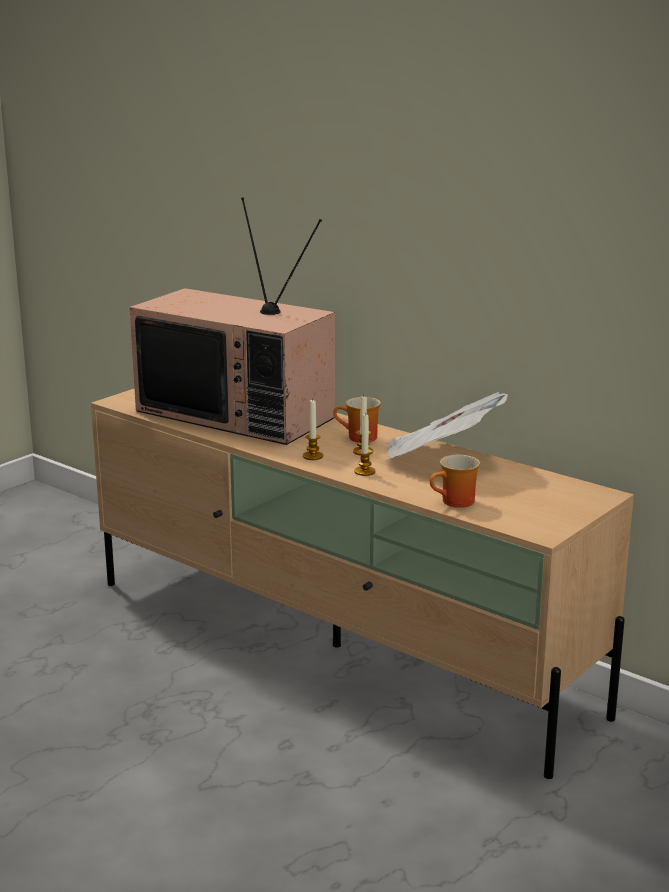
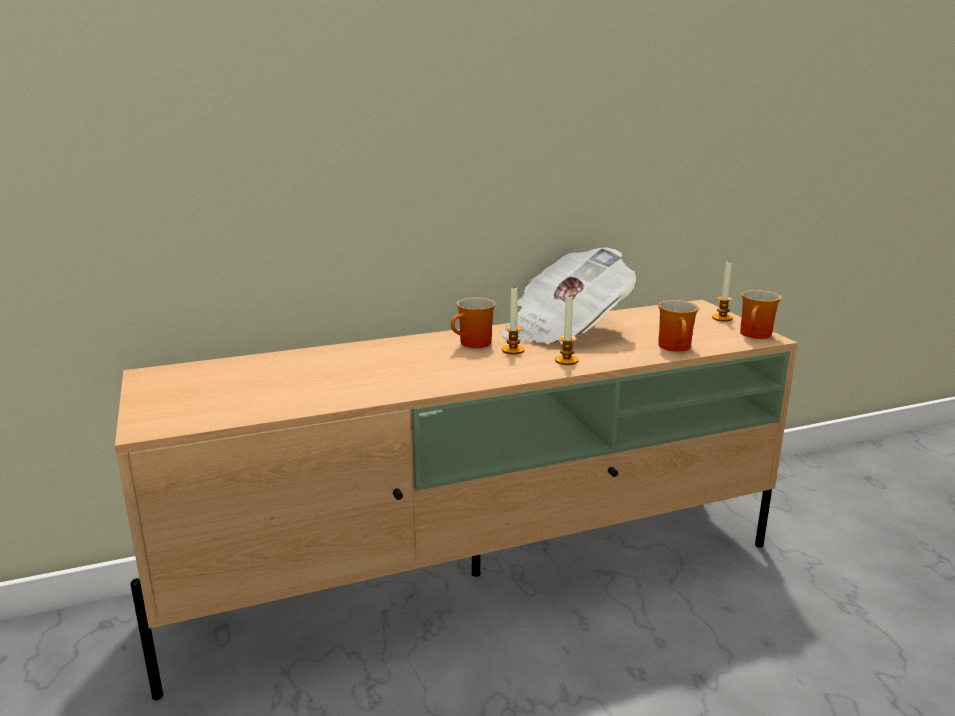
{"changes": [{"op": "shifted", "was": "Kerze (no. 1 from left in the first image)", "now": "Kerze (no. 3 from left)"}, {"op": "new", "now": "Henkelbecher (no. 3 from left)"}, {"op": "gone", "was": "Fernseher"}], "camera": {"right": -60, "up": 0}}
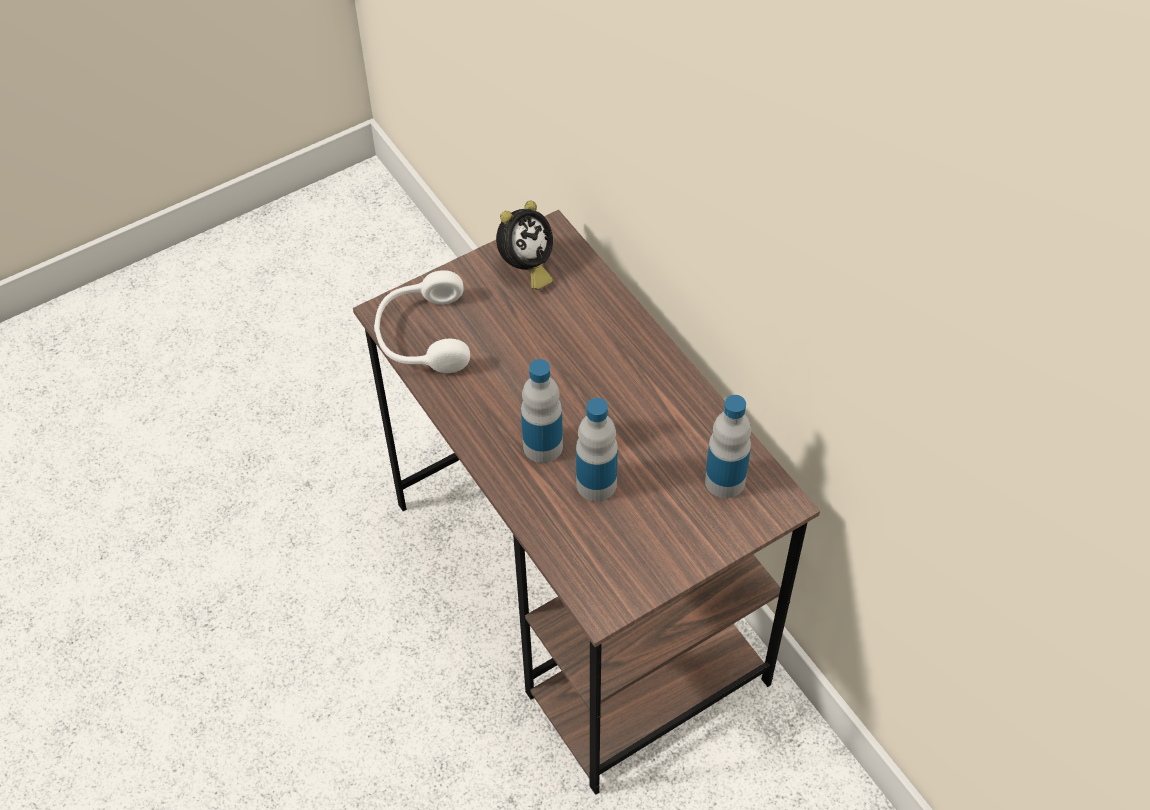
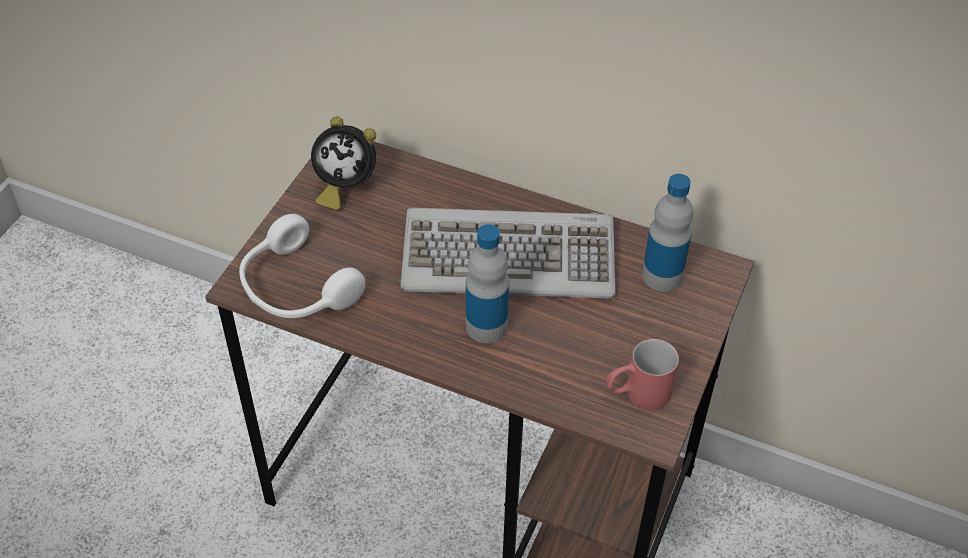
{"changes": [{"op": "rotated", "was": "Wecker", "clockwise": 90}, {"op": "new", "now": "Tastatur"}, {"op": "new", "now": "Henkelbecher/rot"}, {"op": "gone", "was": "Flasche (no. 2 from left)"}], "camera": {"right": -35, "up": -5}}
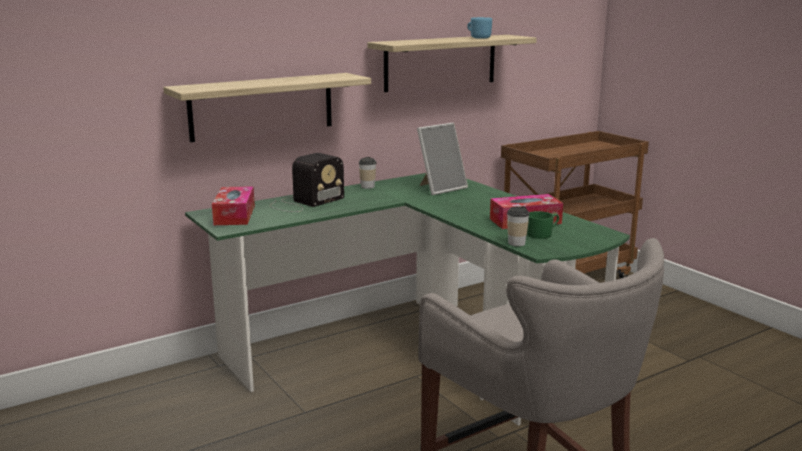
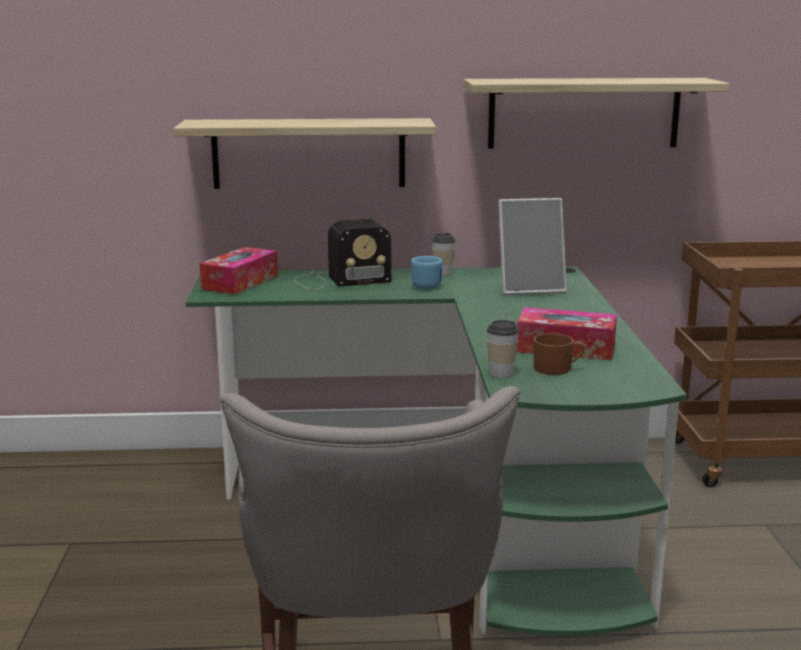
{"changes": [{"op": "shifted", "was": "Henkelbecher/blau"}, {"op": "repainted", "was": "Henkelbecher/grün", "now": "Henkelbecher/braun"}], "camera": {"right": 30, "up": 0}}
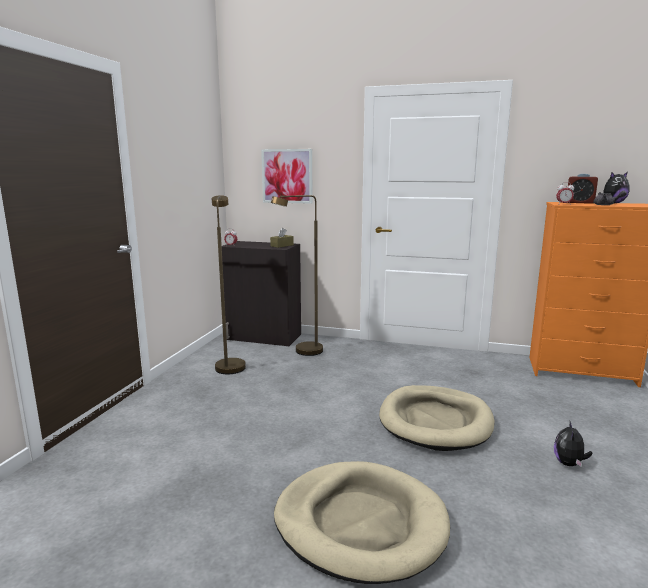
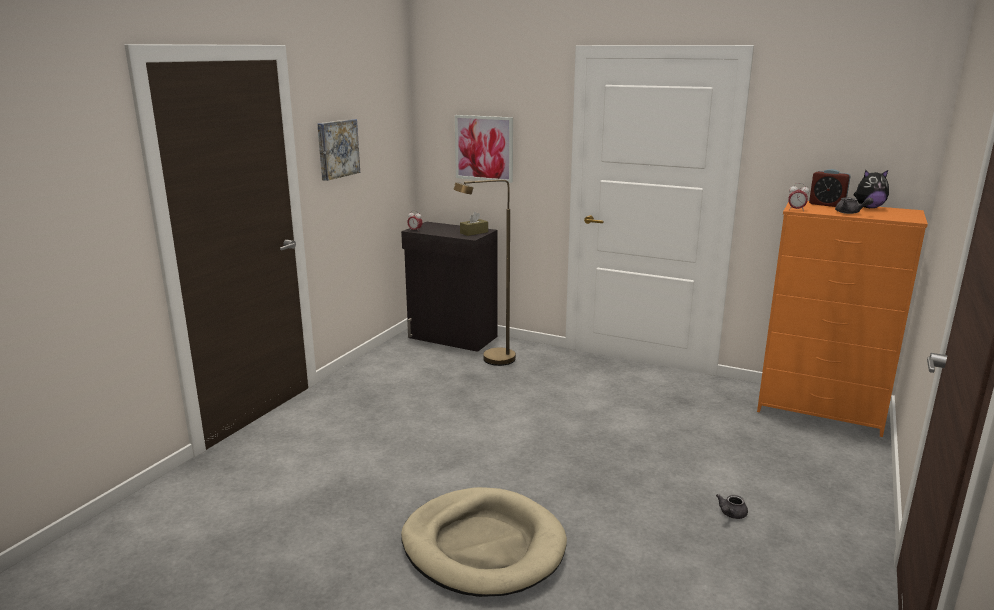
{"changes": [{"op": "new", "now": "Bild (no. 1 from left)"}, {"op": "swapped", "was": "Plüschtier (no. 1 from left)", "now": "Teekanne/grau (no. 1 from left)"}, {"op": "gone", "was": "Stehlampe/braun (no. 1 from left)"}, {"op": "gone", "was": "Hundebett/beige (no. 2 from left)"}], "camera": {"right": 10, "up": 5}}
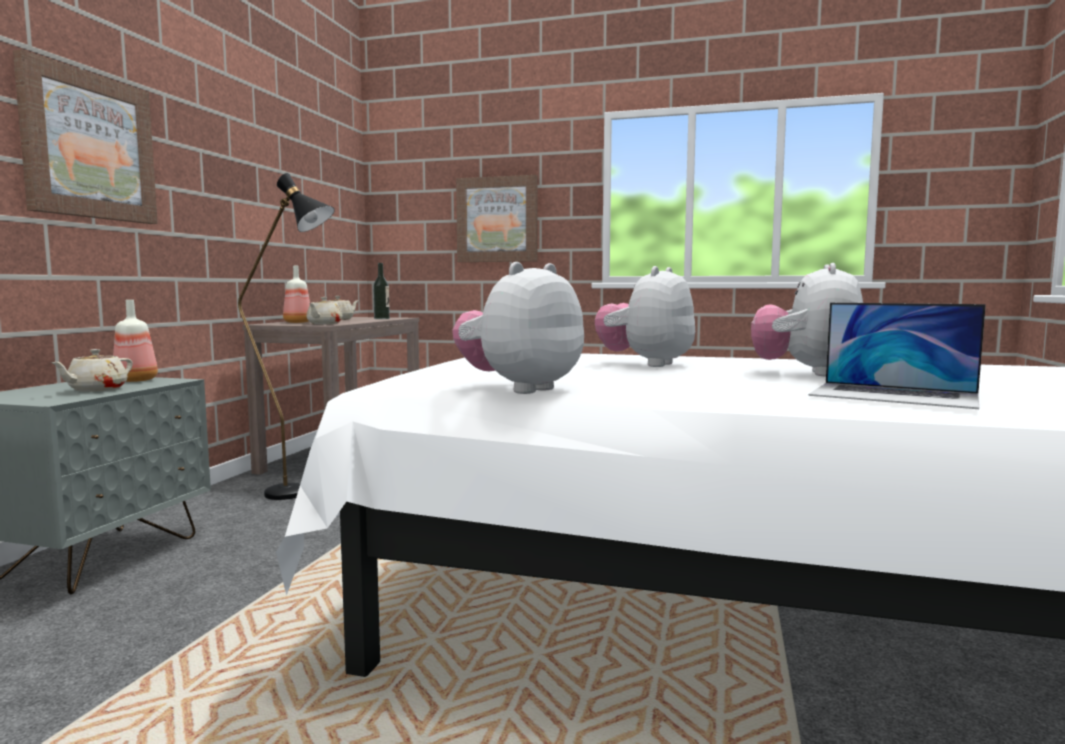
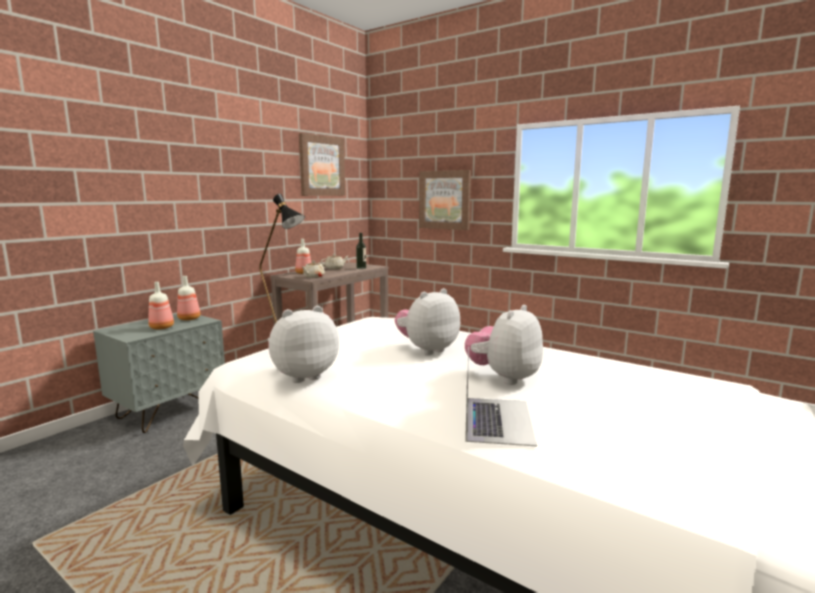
{"changes": [{"op": "swapped", "was": "Teekanne/beige (no. 1 from left)", "now": "Flasche (no. 1 from left)"}, {"op": "shifted", "was": "Bild (no. 1 from left)"}, {"op": "rotated", "was": "Laptop", "clockwise": -135}], "camera": {"right": 20, "up": 5}}
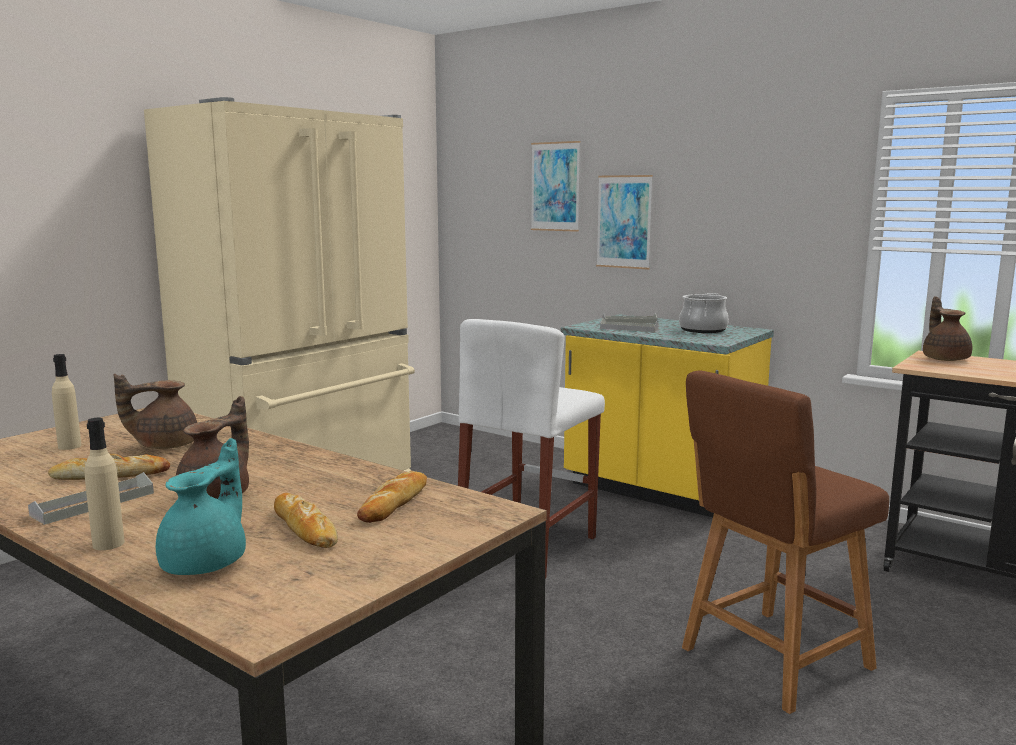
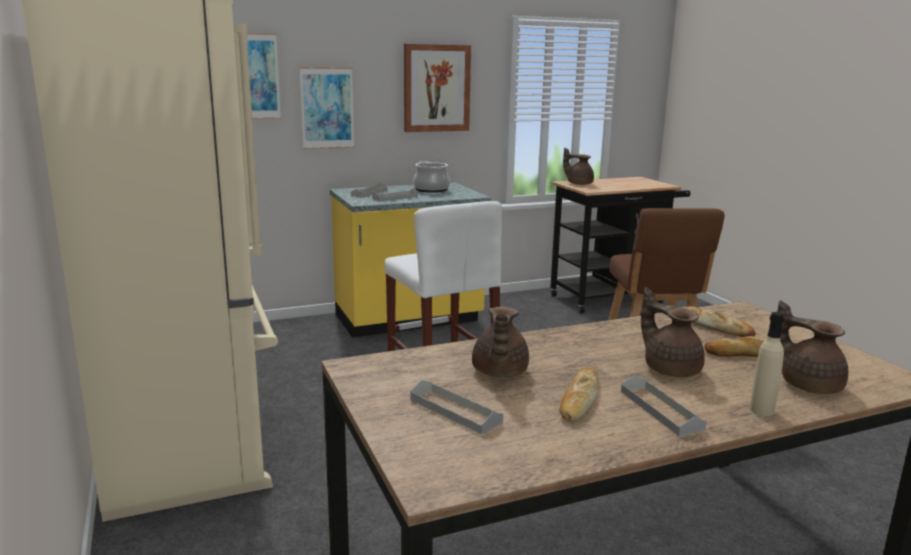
{"changes": [{"op": "new", "now": "Bild (no. 3 from left)"}, {"op": "swapped", "was": "Flasche/beige (no. 1 from left)", "now": "Tablett/grau (no. 3 from left)"}, {"op": "repainted", "was": "Teekanne/türkis", "now": "Teekanne/braun (no. 4 from left)"}], "camera": {"right": -60, "up": 5}}
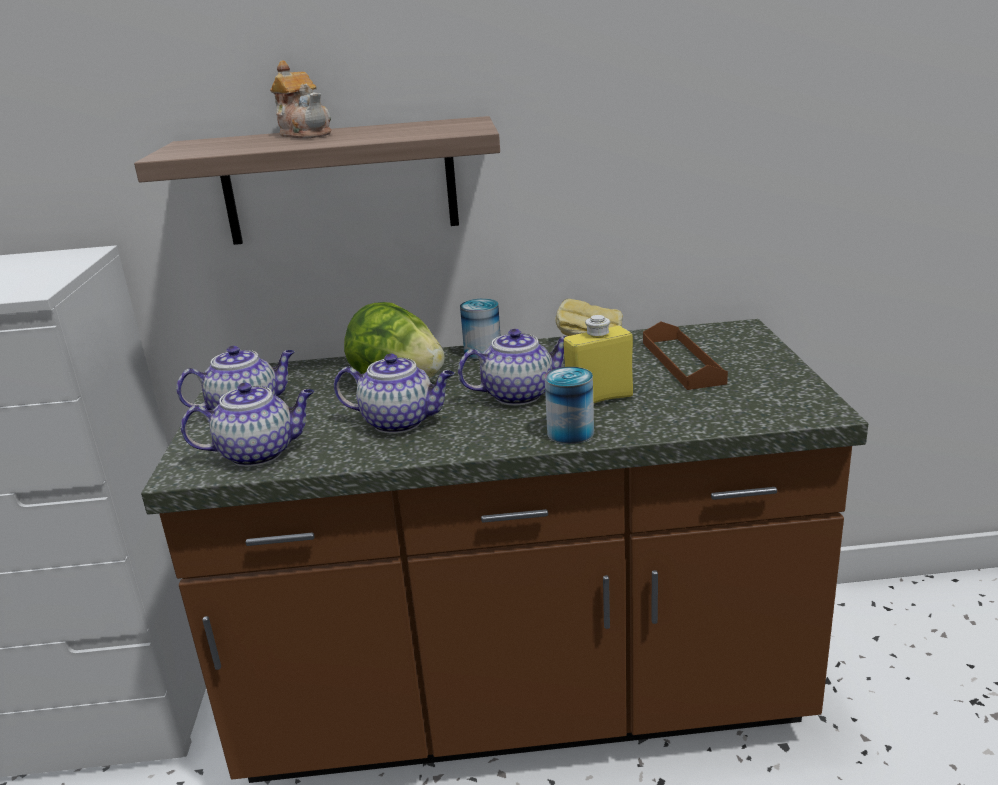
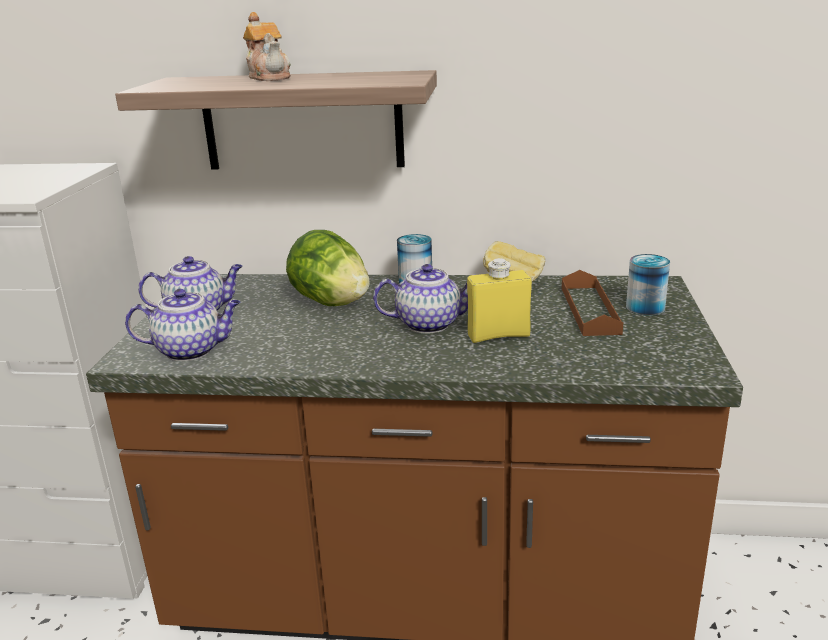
{"changes": [{"op": "shifted", "was": "Dose (no. 2 from left)"}, {"op": "gone", "was": "Teekanne (no. 4 from left)"}], "camera": {"right": 10, "up": 0}}
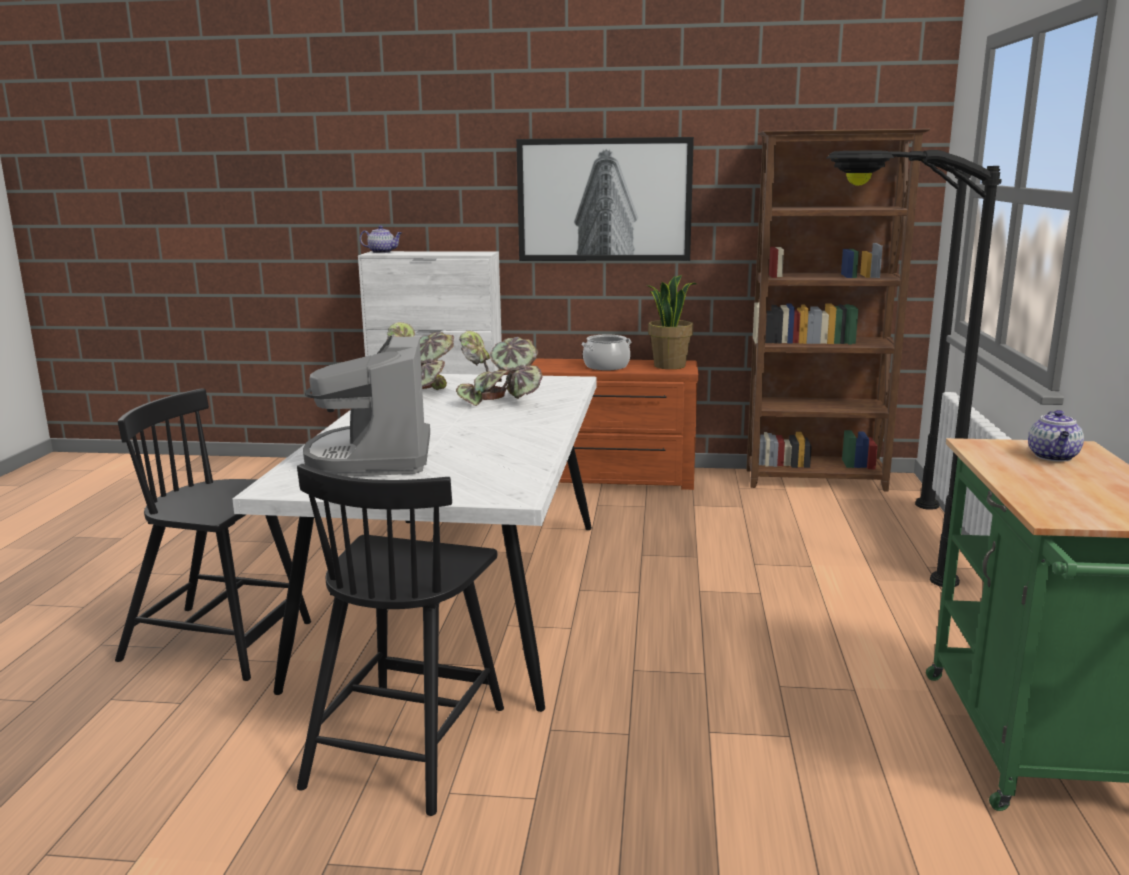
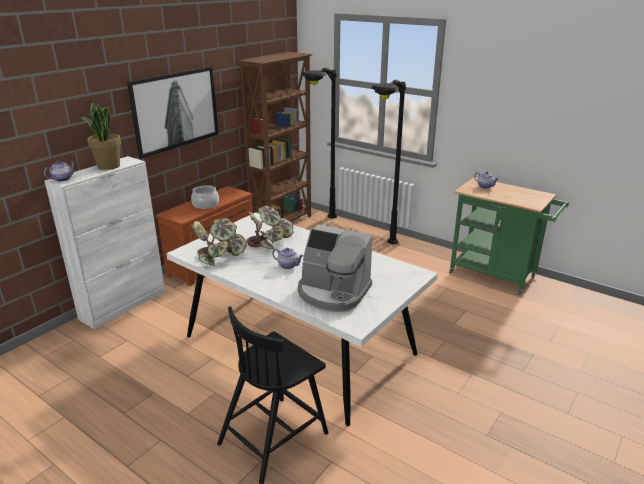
{"changes": [{"op": "shifted", "was": "Topfpflanze (no. 3 from left in the first image)", "now": "Topfpflanze (no. 1 from left)"}, {"op": "new", "now": "Teekanne (no. 2 from left)"}, {"op": "gone", "was": "Stuhl/schwarz (no. 2 from left)"}], "camera": {"right": -60, "up": 10}}
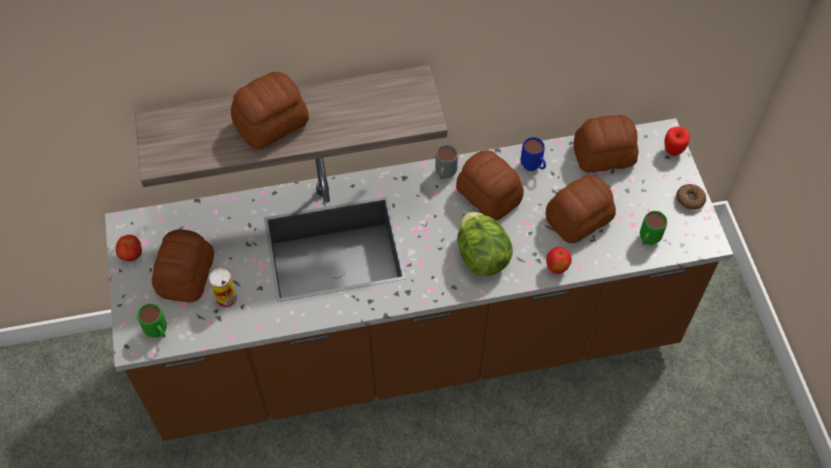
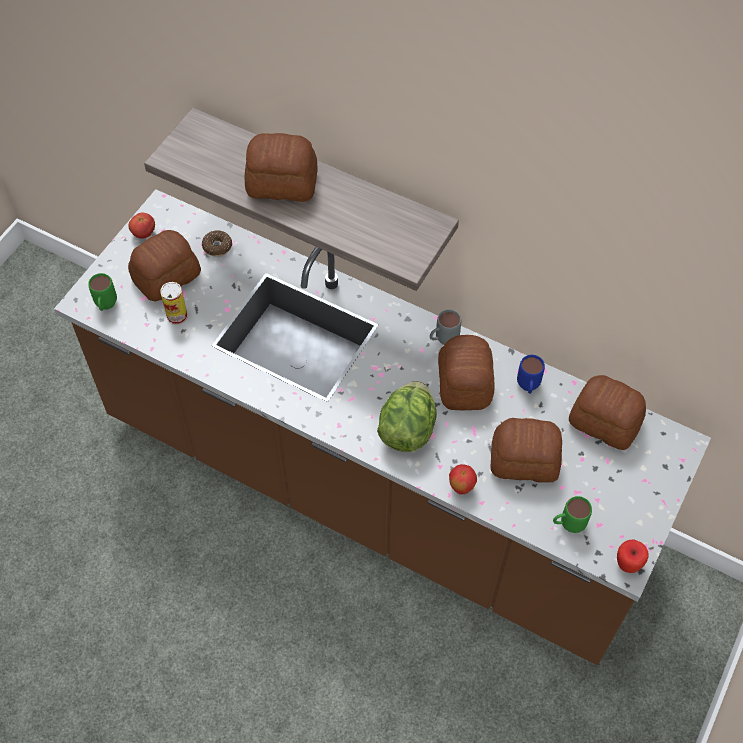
{"changes": [{"op": "shifted", "was": "Donut"}, {"op": "shifted", "was": "Apfel (no. 2 from left)"}], "camera": {"right": 40, "up": 0}}
